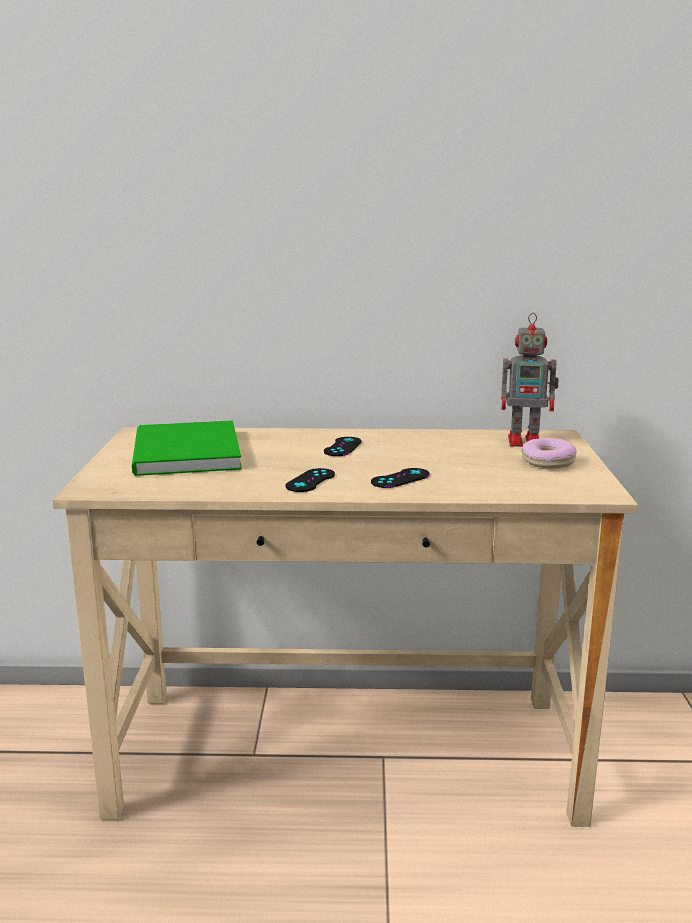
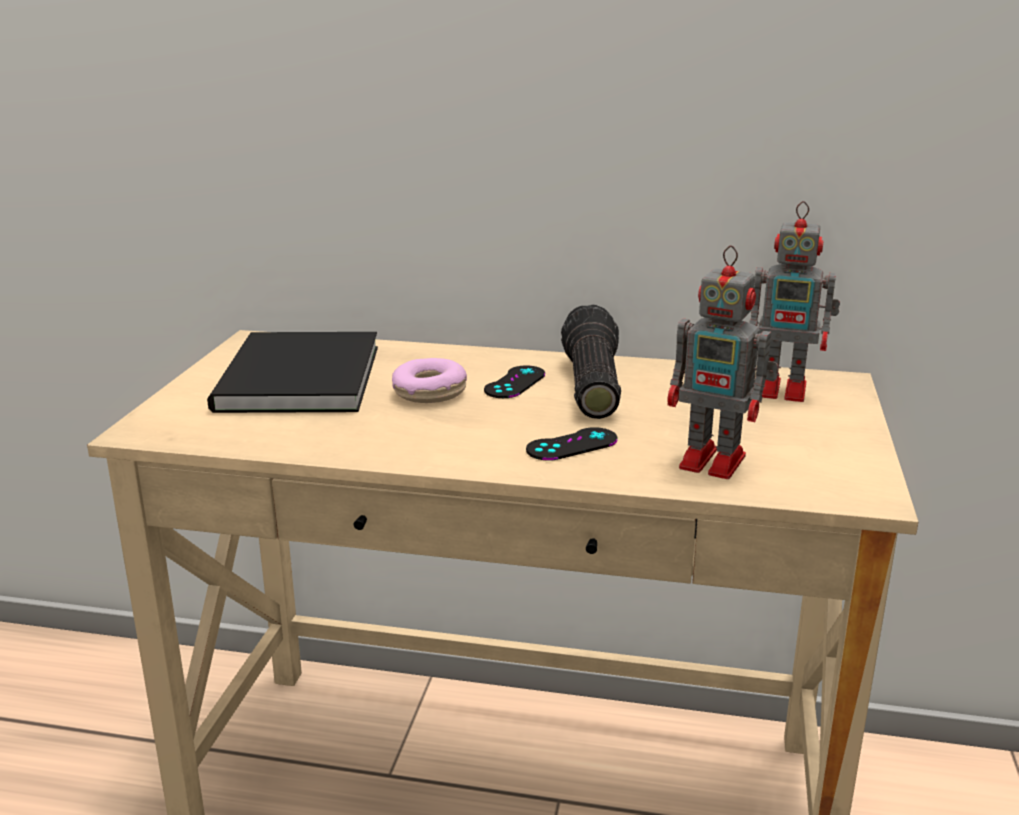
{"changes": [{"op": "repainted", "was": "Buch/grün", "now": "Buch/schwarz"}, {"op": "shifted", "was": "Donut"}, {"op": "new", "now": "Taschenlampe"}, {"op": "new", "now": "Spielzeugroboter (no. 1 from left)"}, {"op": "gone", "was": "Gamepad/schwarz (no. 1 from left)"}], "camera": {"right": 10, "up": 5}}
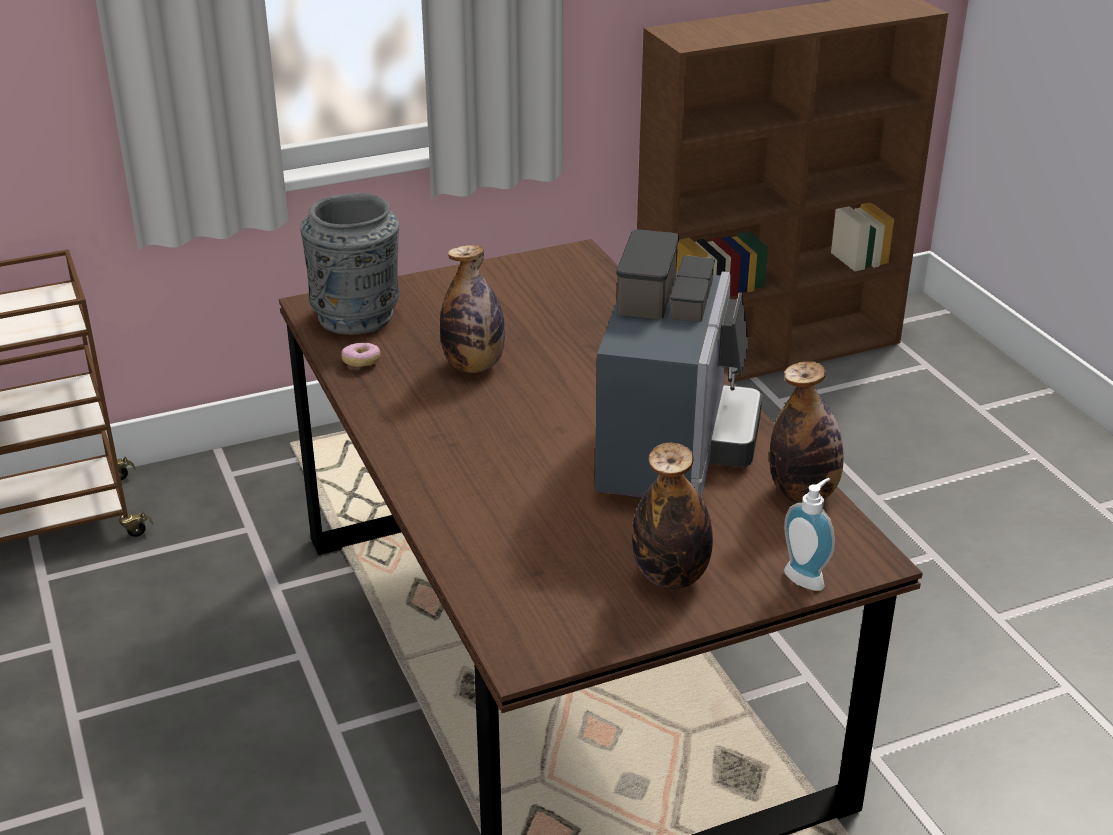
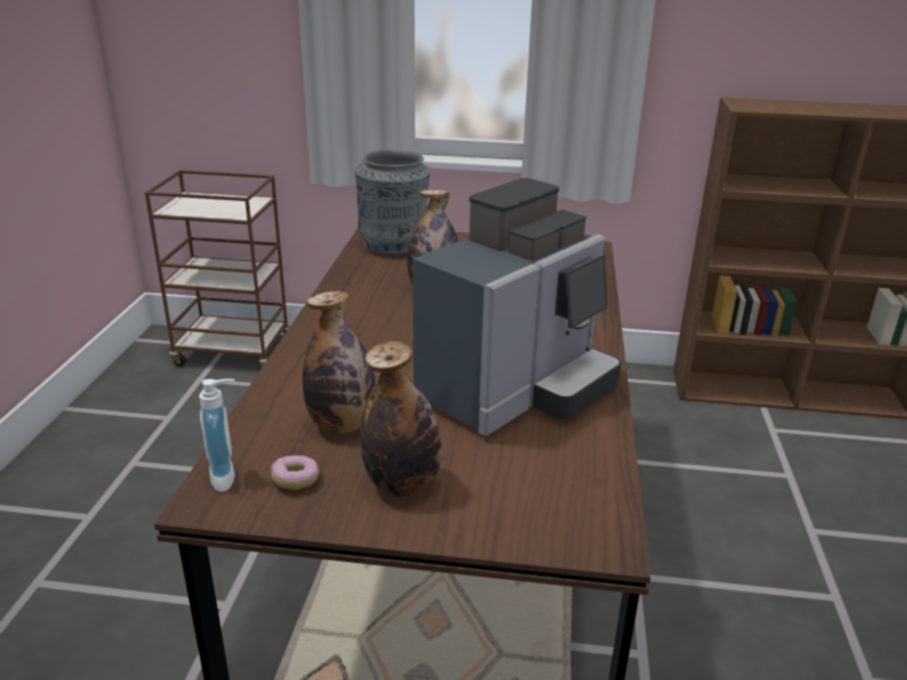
{"changes": [{"op": "shifted", "was": "Seifenspender"}, {"op": "shifted", "was": "Donut"}, {"op": "shifted", "was": "Flasche (no. 3 from left in the first image)", "now": "Flasche (no. 1 from left)"}], "camera": {"right": 30, "up": -5}}
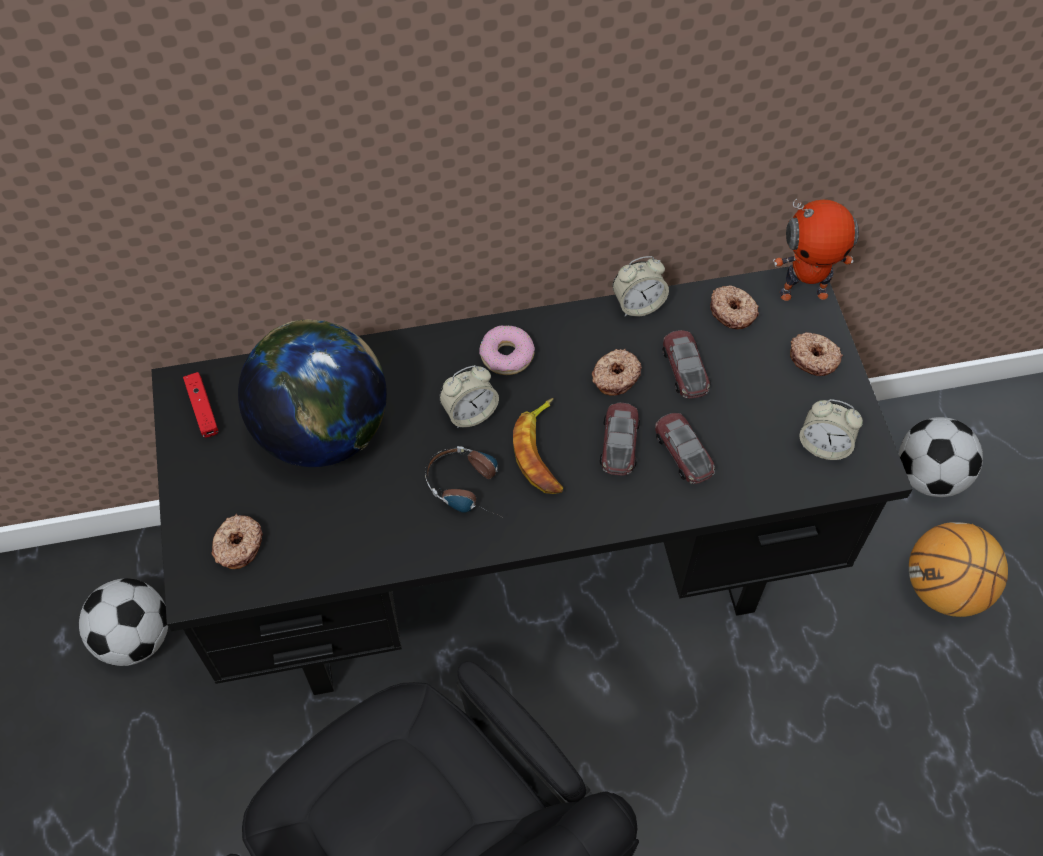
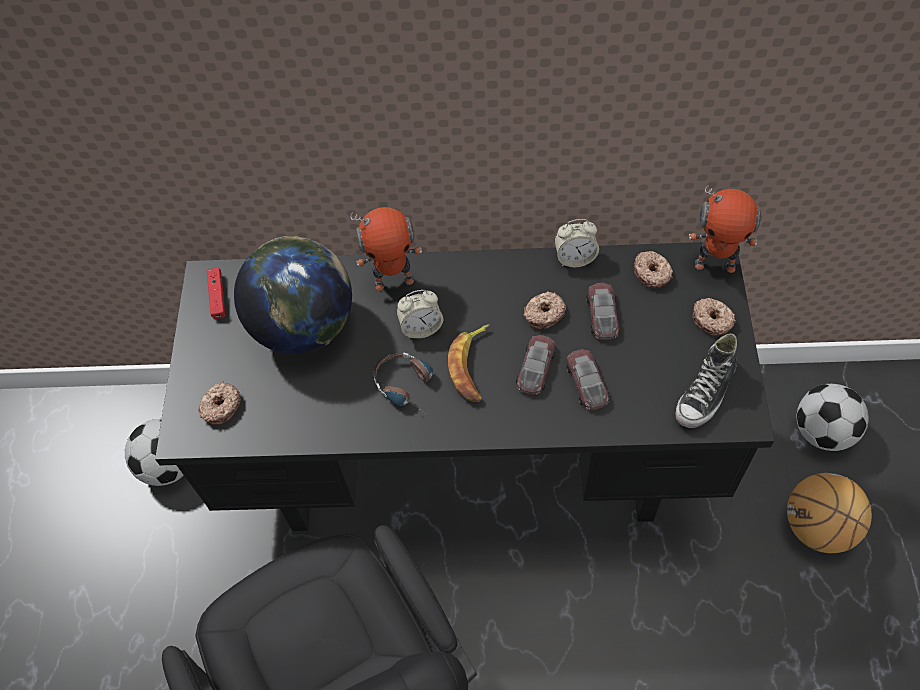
{"changes": [{"op": "new", "now": "Spielzeugroboter (no. 1 from left)"}, {"op": "swapped", "was": "Wecker (no. 3 from left)", "now": "Schuh"}, {"op": "gone", "was": "Donut (no. 2 from left)"}], "camera": {"right": 15, "up": 0}}
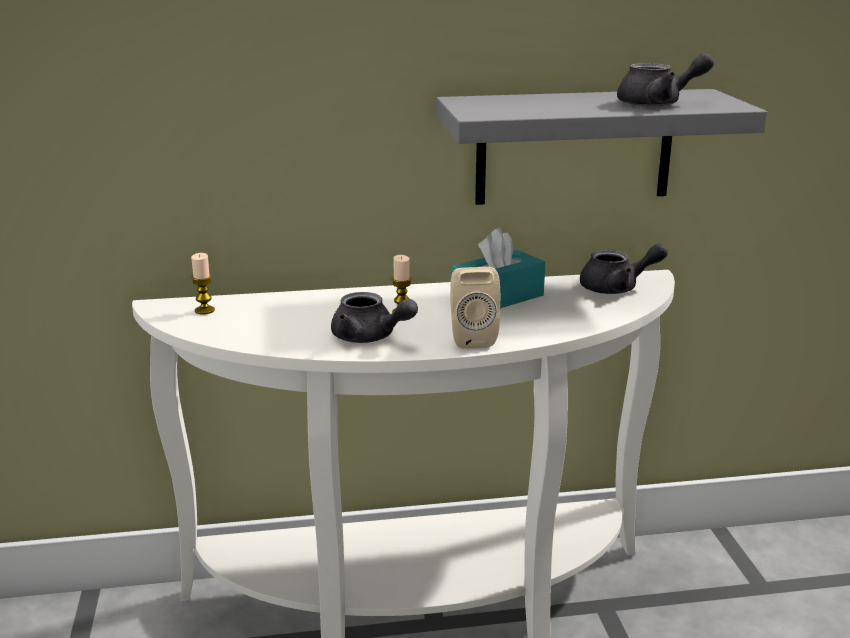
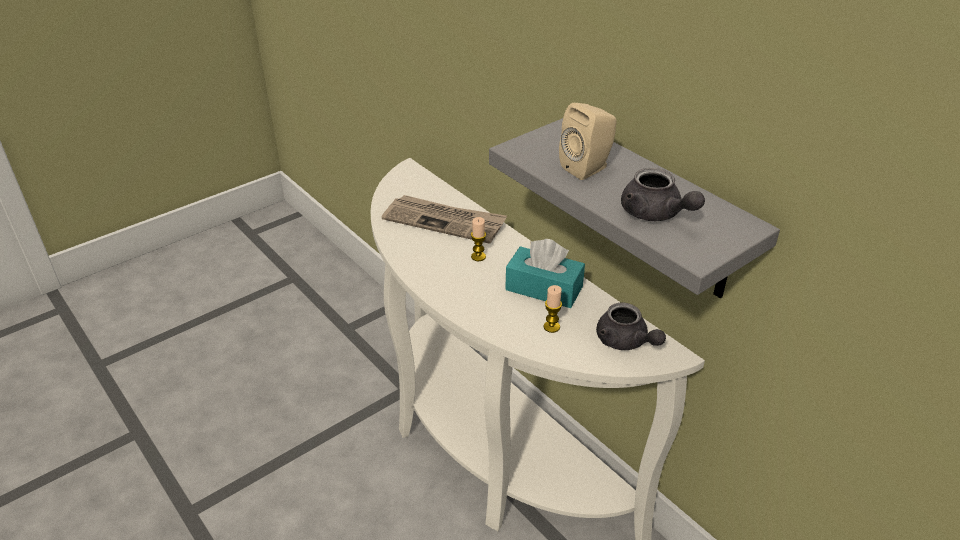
{"changes": [{"op": "new", "now": "Zeitung"}, {"op": "shifted", "was": "Kerze (no. 1 from left in the first image)", "now": "Kerze (no. 2 from left)"}, {"op": "shifted", "was": "Lautsprecher/beige"}, {"op": "gone", "was": "Teekanne/grau (no. 1 from left)"}], "camera": {"right": 60, "up": 15}}
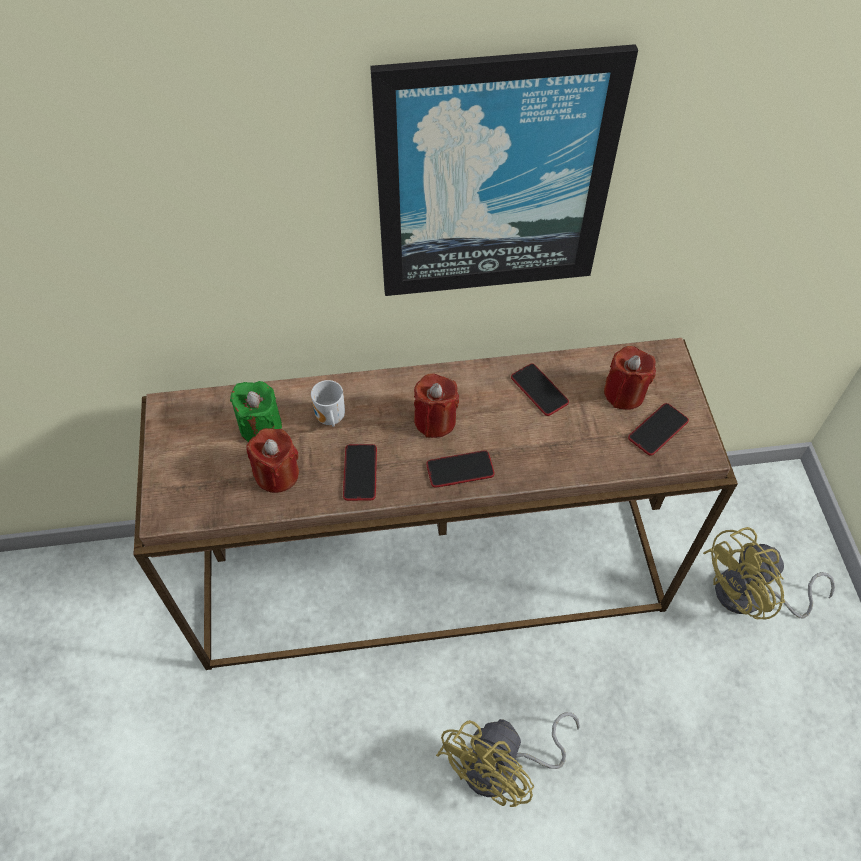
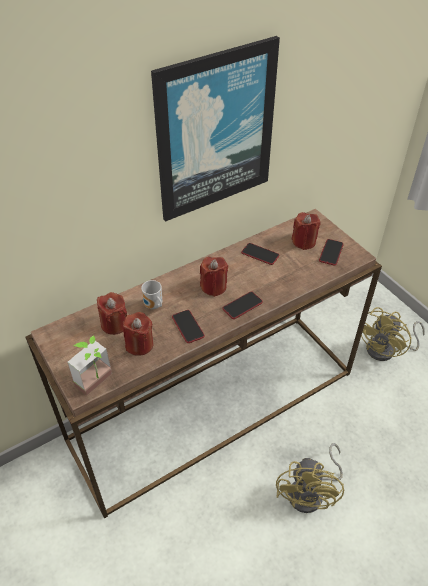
{"changes": [{"op": "new", "now": "Topfpflanze"}, {"op": "repainted", "was": "Kerze/grün", "now": "Kerze/rot (no. 1 from left)"}], "camera": {"right": -25, "up": -10}}
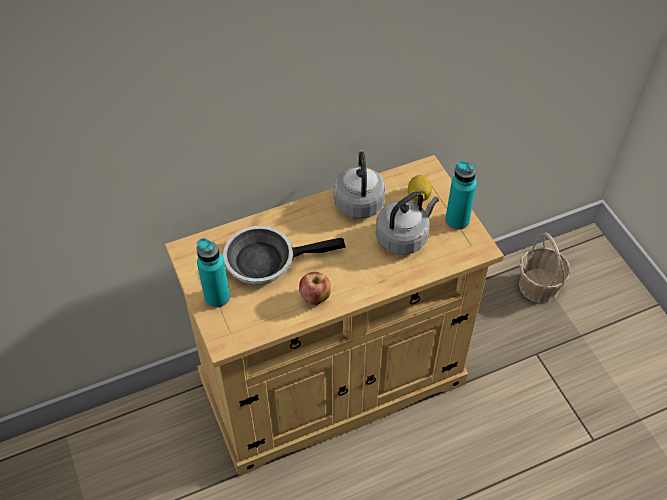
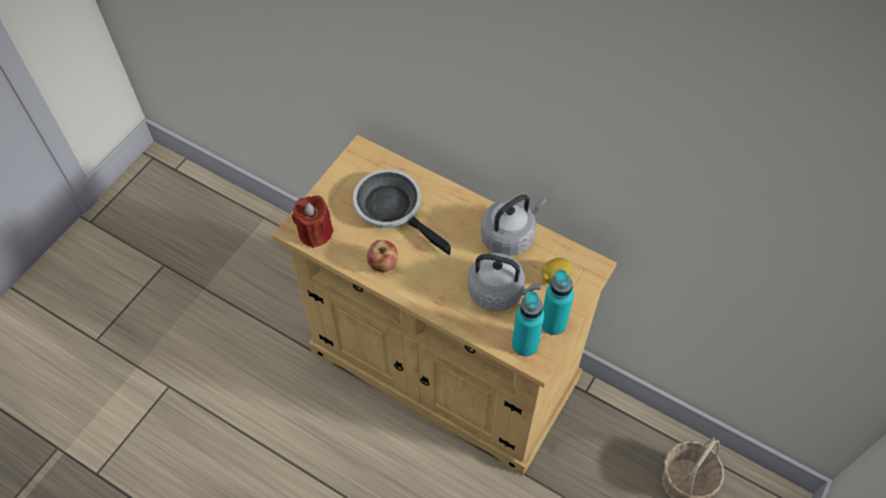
{"changes": [{"op": "new", "now": "Kerze/rot"}, {"op": "shifted", "was": "Flasche/türkis (no. 1 from left)"}], "camera": {"right": 55, "up": 5}}
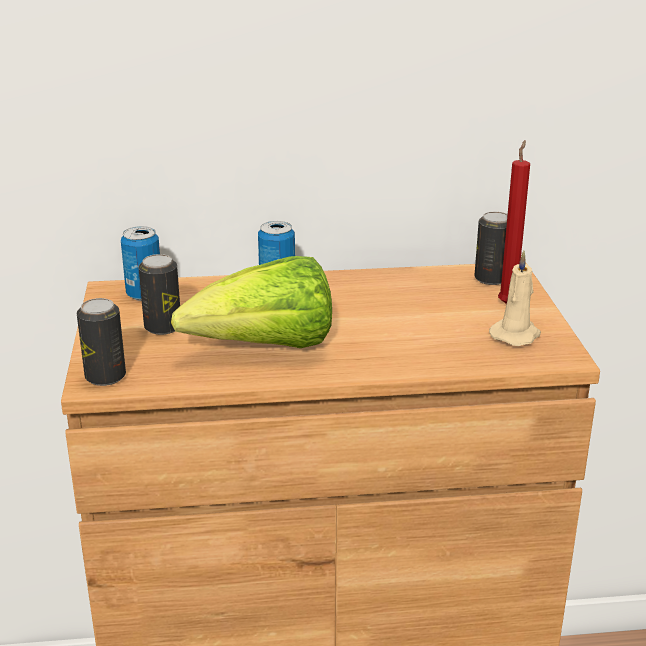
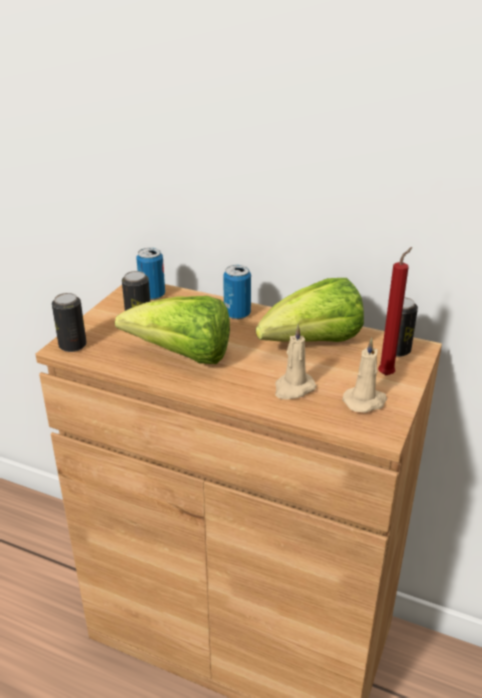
{"changes": [{"op": "new", "now": "Salatkopf (no. 2 from left)"}, {"op": "new", "now": "Kerze/beige (no. 1 from left)"}], "camera": {"right": 30, "up": 5}}
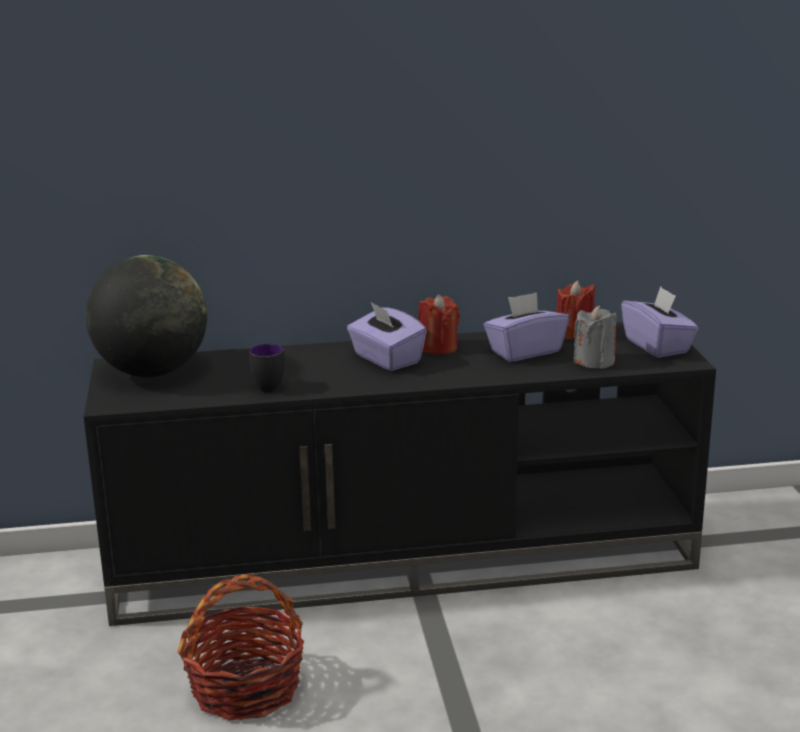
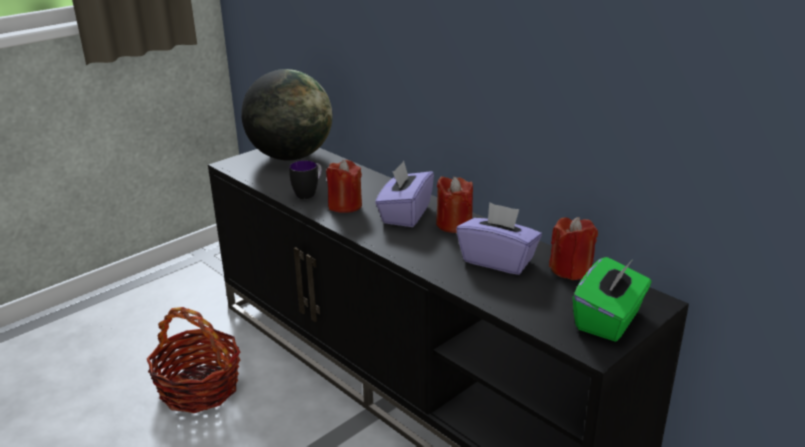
{"changes": [{"op": "new", "now": "Kerze/rot (no. 1 from left)"}, {"op": "repainted", "was": "Taschentuchbox/lila (no. 3 from left)", "now": "Taschentuchbox/grün"}, {"op": "gone", "was": "Kerze/grau"}], "camera": {"right": 55, "up": 5}}
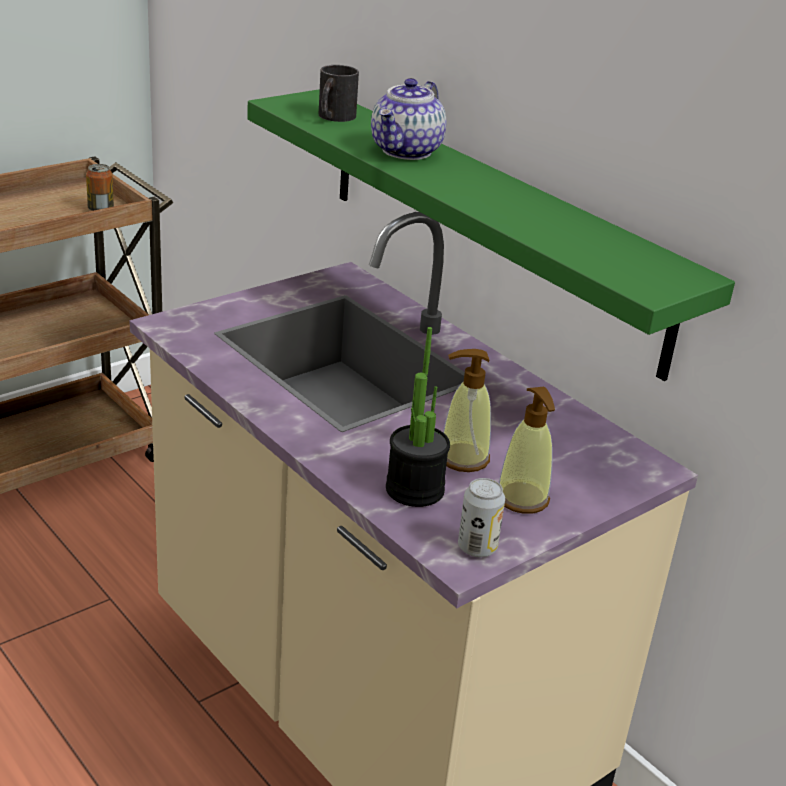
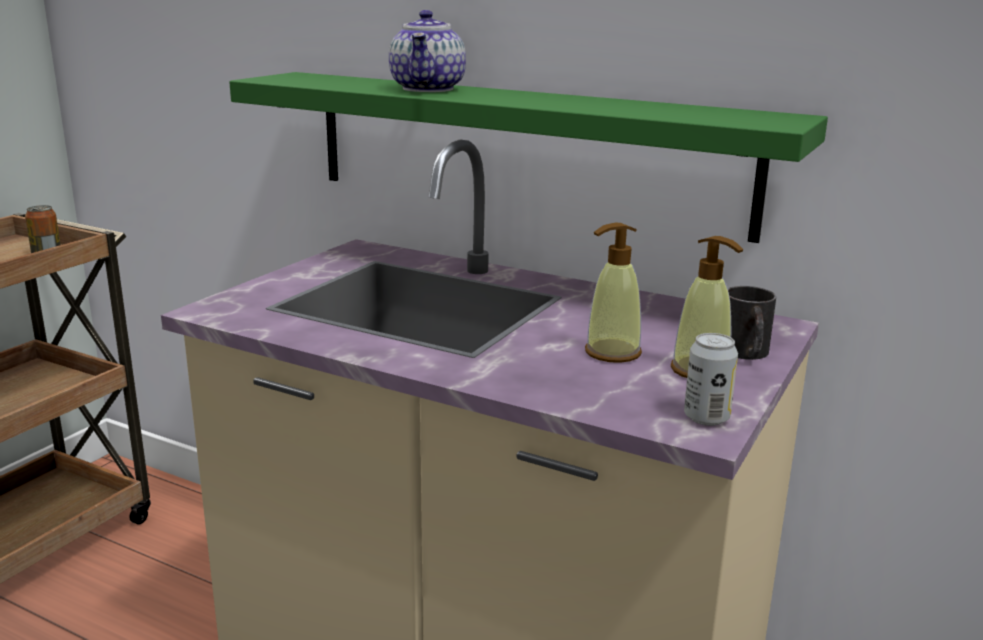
{"changes": [{"op": "shifted", "was": "Henkelbecher/schwarz"}, {"op": "gone", "was": "Topfpflanze"}], "camera": {"right": -20, "up": -10}}
